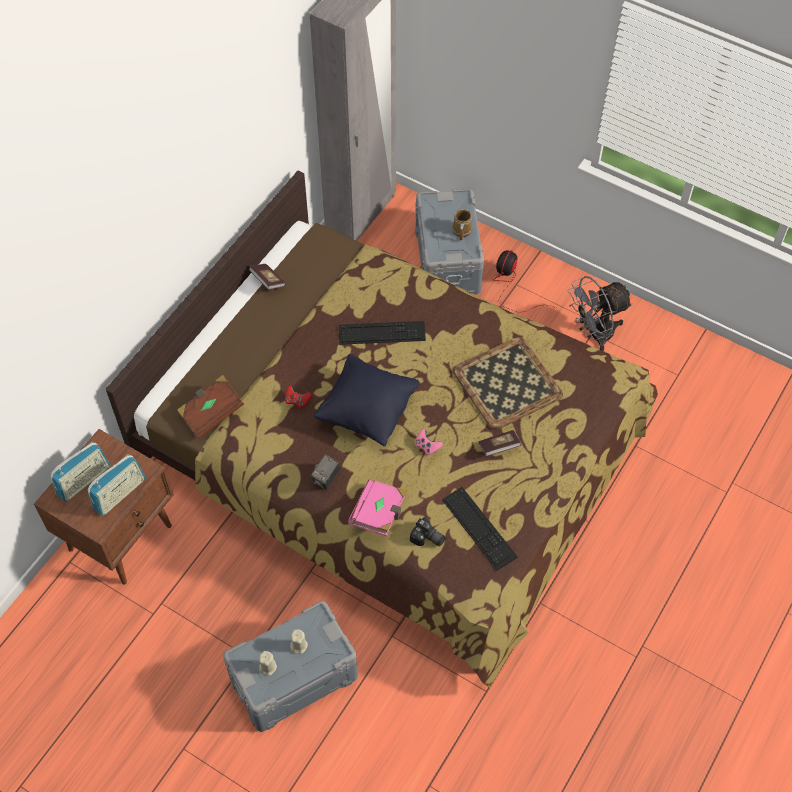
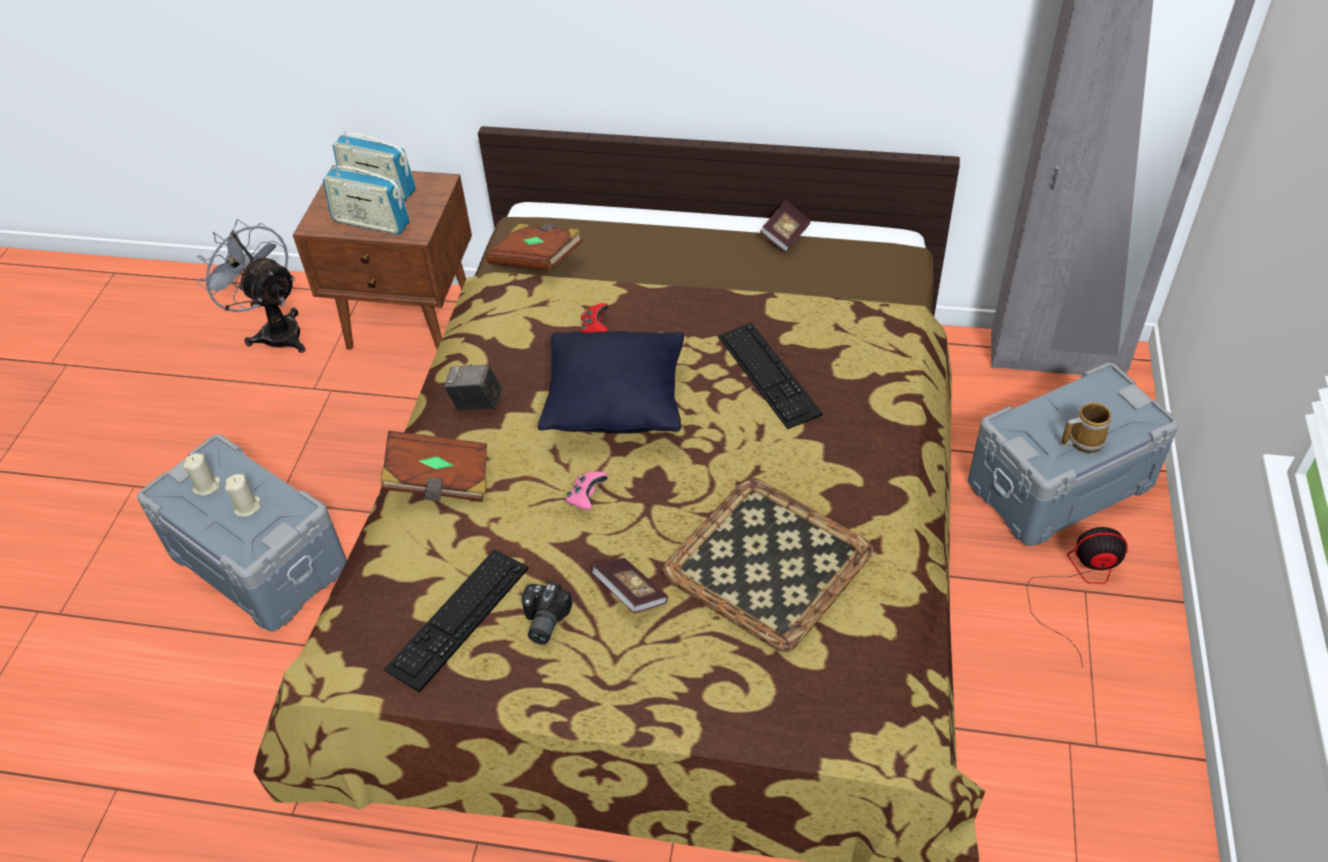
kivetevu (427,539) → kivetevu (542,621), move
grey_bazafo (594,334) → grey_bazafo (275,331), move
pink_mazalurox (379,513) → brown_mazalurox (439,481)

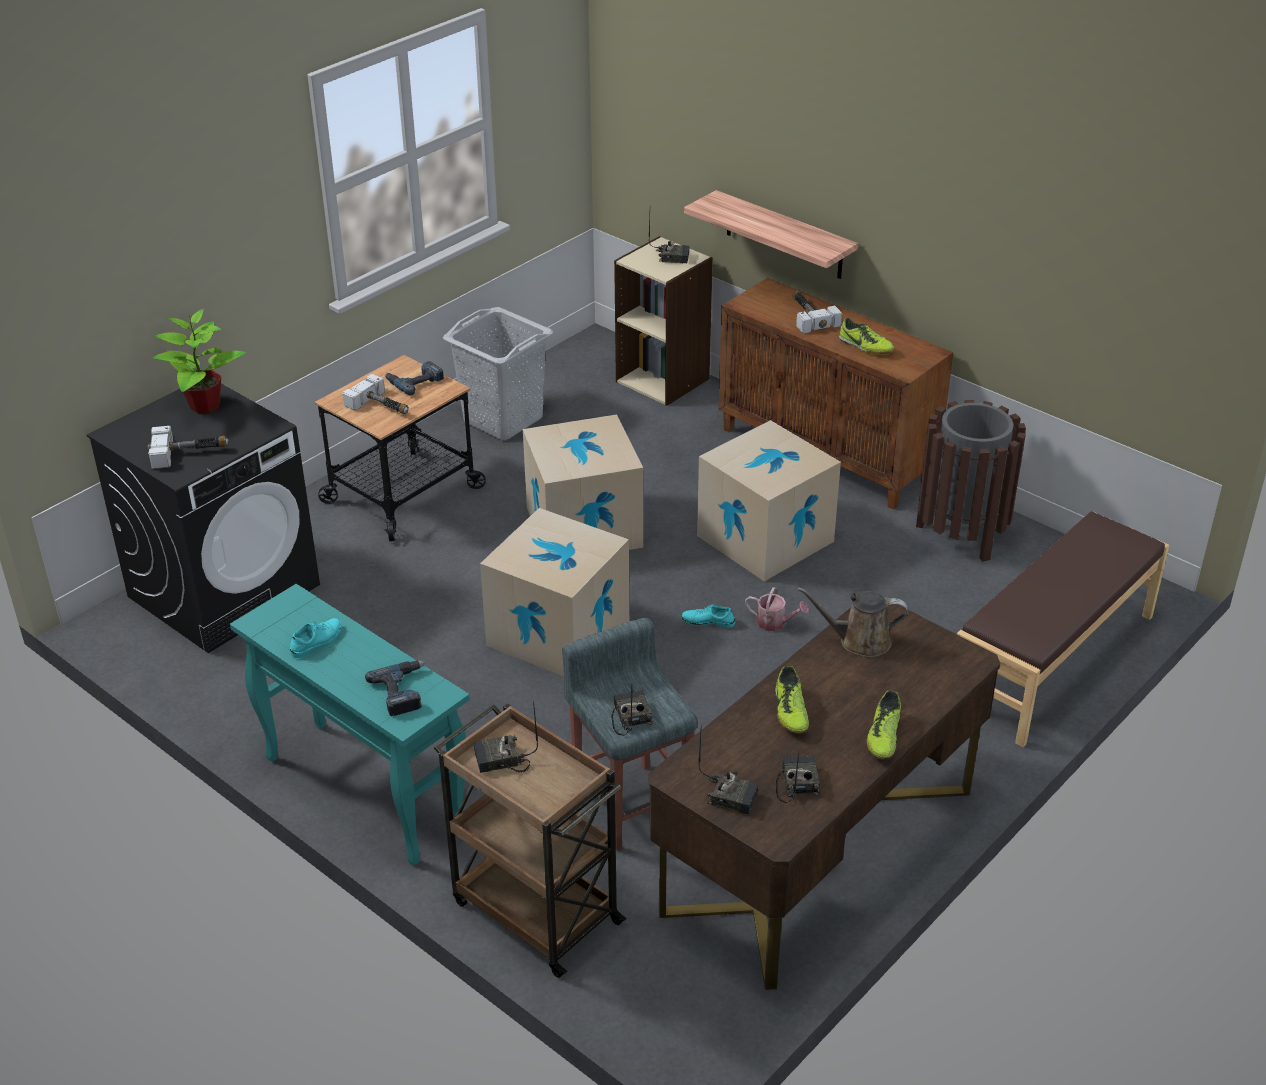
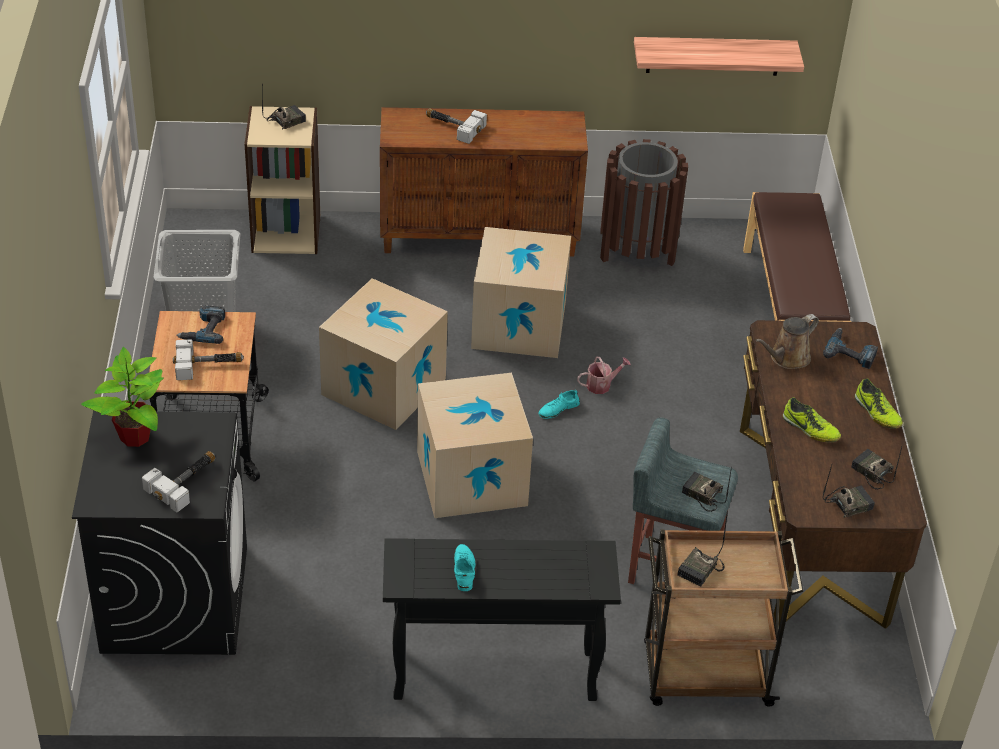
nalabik (865,347) → -
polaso (402,691) → polaso (850,352), move
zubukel (784,235) → zubukel (713,56), move
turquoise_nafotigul (363,790) → black_nafotigul (492,675)

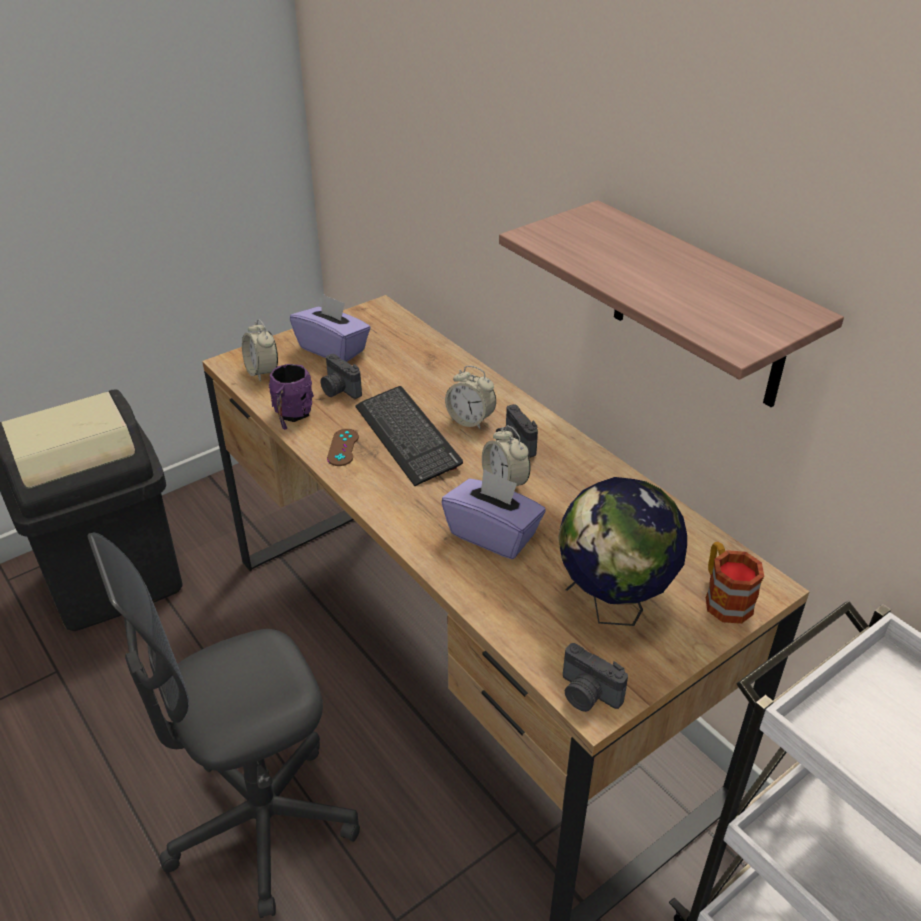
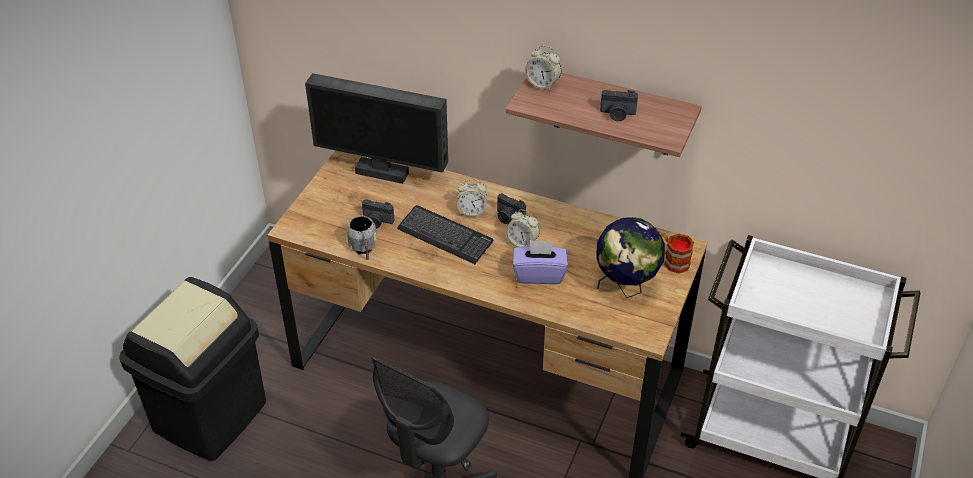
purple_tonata (333,349) → -
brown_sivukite (343,447) → -
- → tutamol (382,172)
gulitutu (262,372) → gulitutu (542,84), move
kivetevu (587,695) → kivetevu (617,114), move
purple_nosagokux (291,416) → grey_nosagokux (363,249)

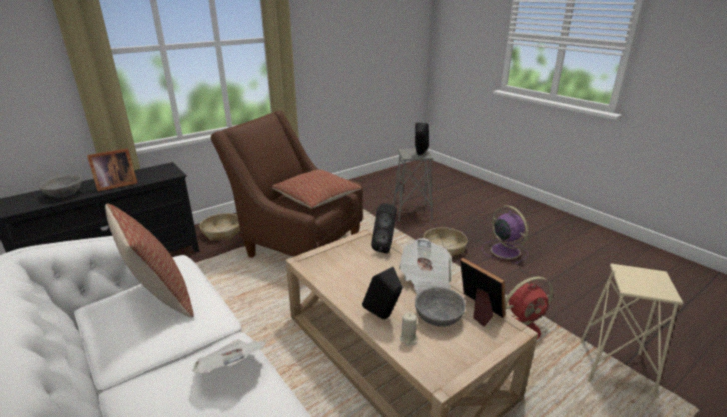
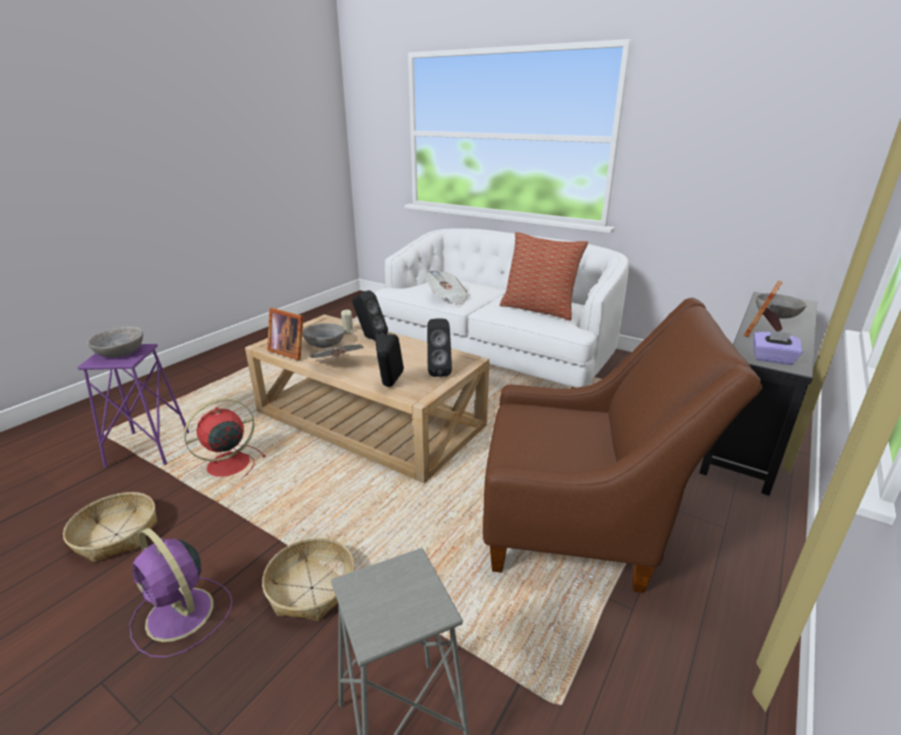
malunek (317,198) → -
- → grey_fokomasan (121,352)
- → purple_tonata (772,359)
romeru (222,232) → romeru (116,534), move
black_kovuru (420,155) → black_kovuru (438,371), move
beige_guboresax (615,368) → purple_guboresax (149,449)

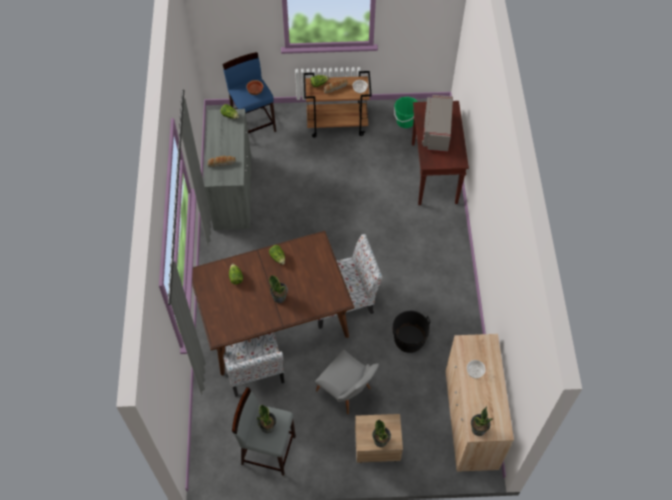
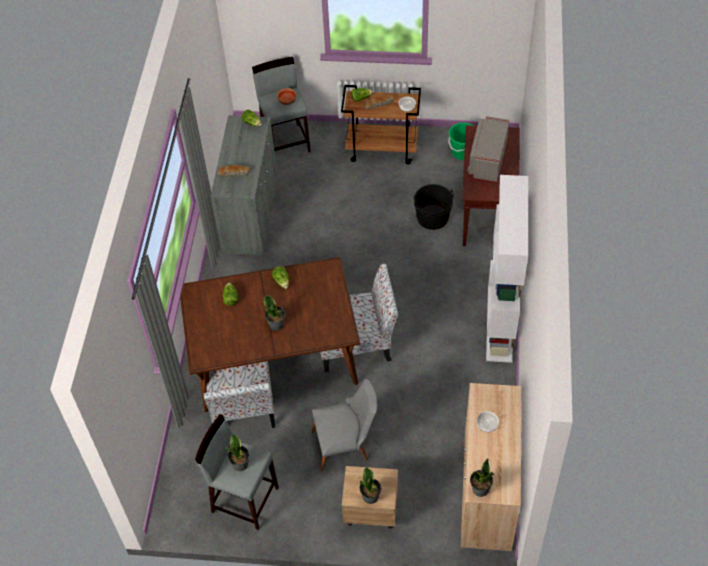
- → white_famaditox (500,323)
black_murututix (409,339) → black_murututix (432,217), move
blue_guboresax (253,124) → grey_guboresax (286,142)
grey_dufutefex (347,392) → grey_dufutefex (346,446), 60 degrees counterclockwise

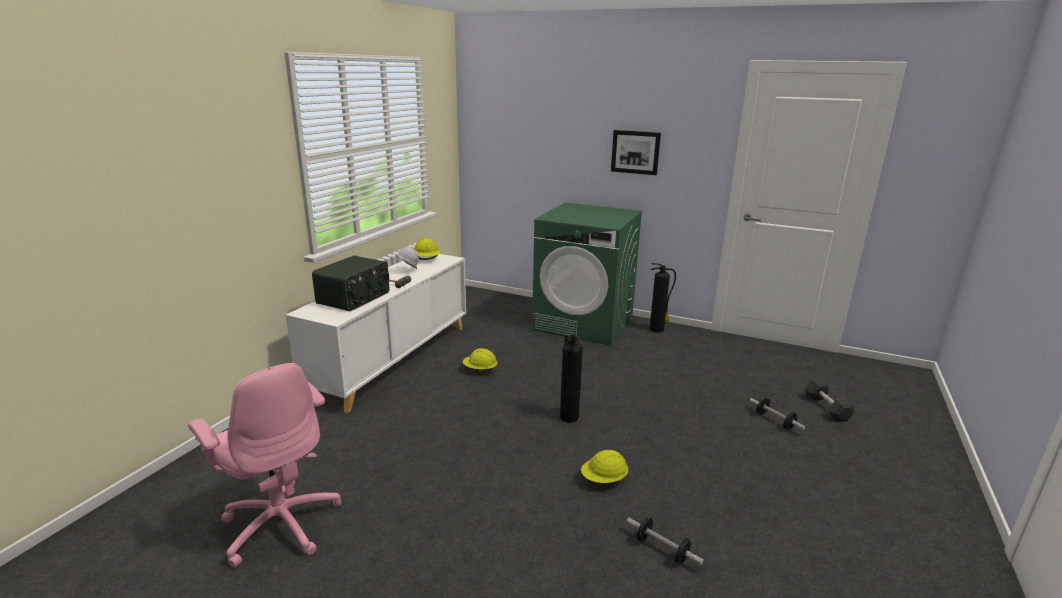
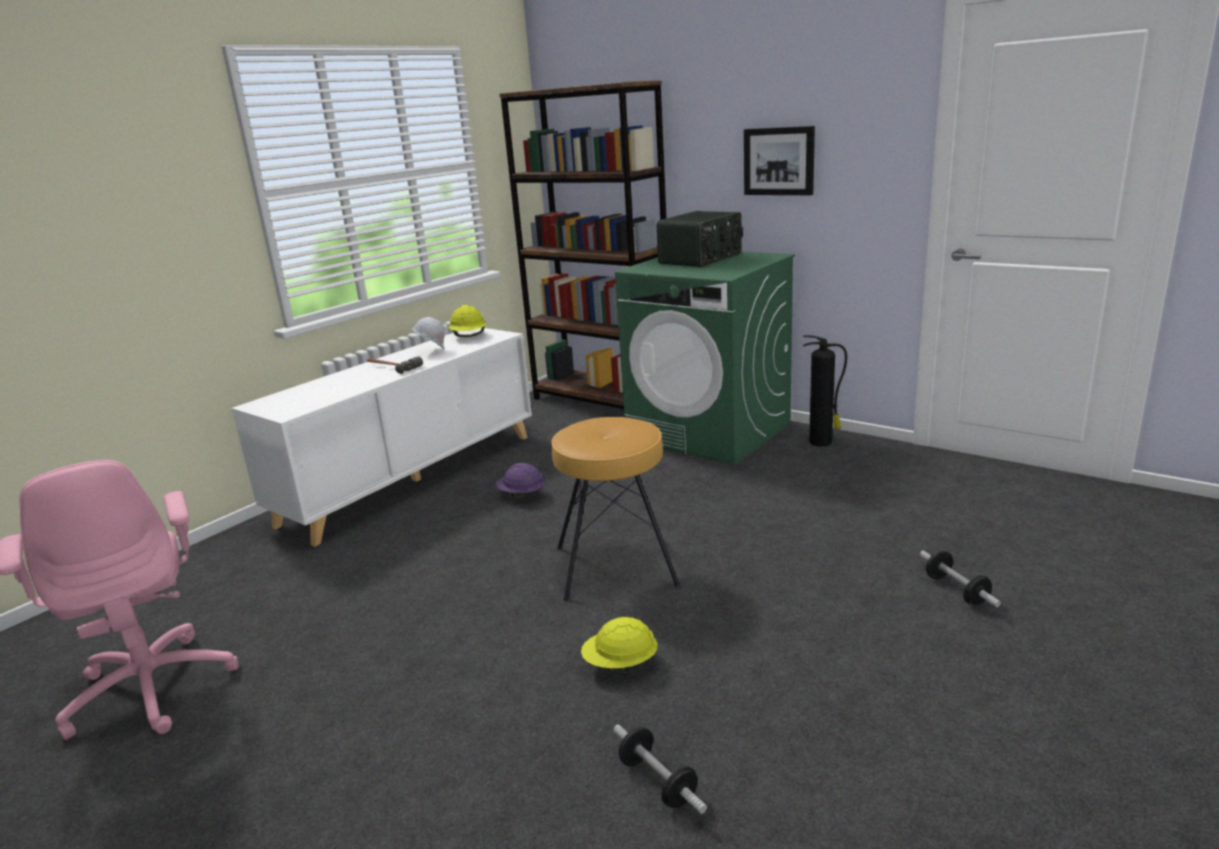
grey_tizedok (826,408) → -
- → brown_famaditox (602,400)
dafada (354,298) → dafada (701,259), move
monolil (568,416) → brown_guboresax (615,566)
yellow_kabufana (480,370) → purple_kabufana (521,495)

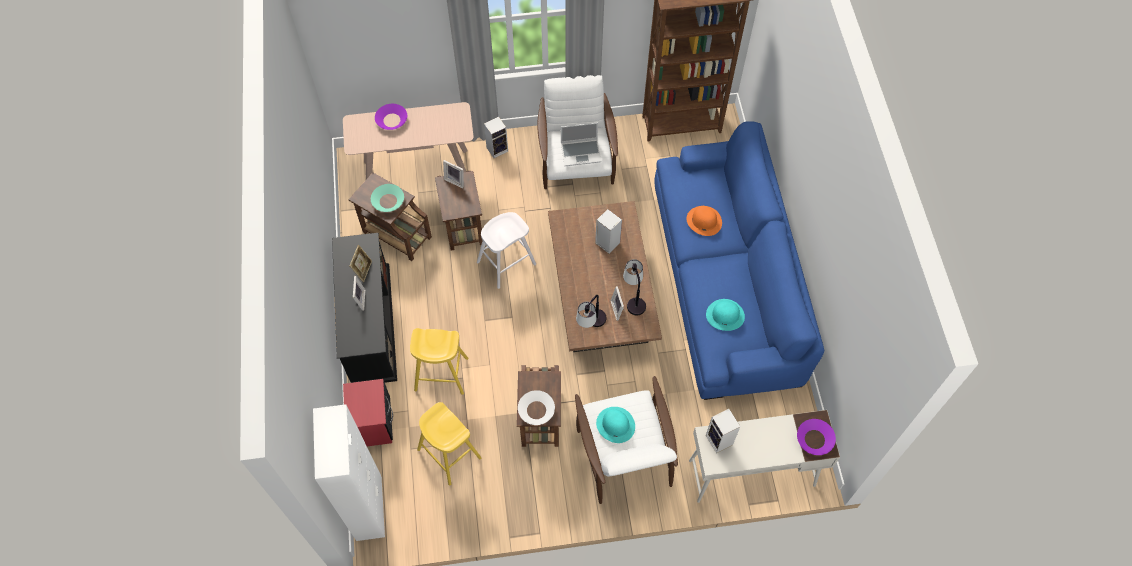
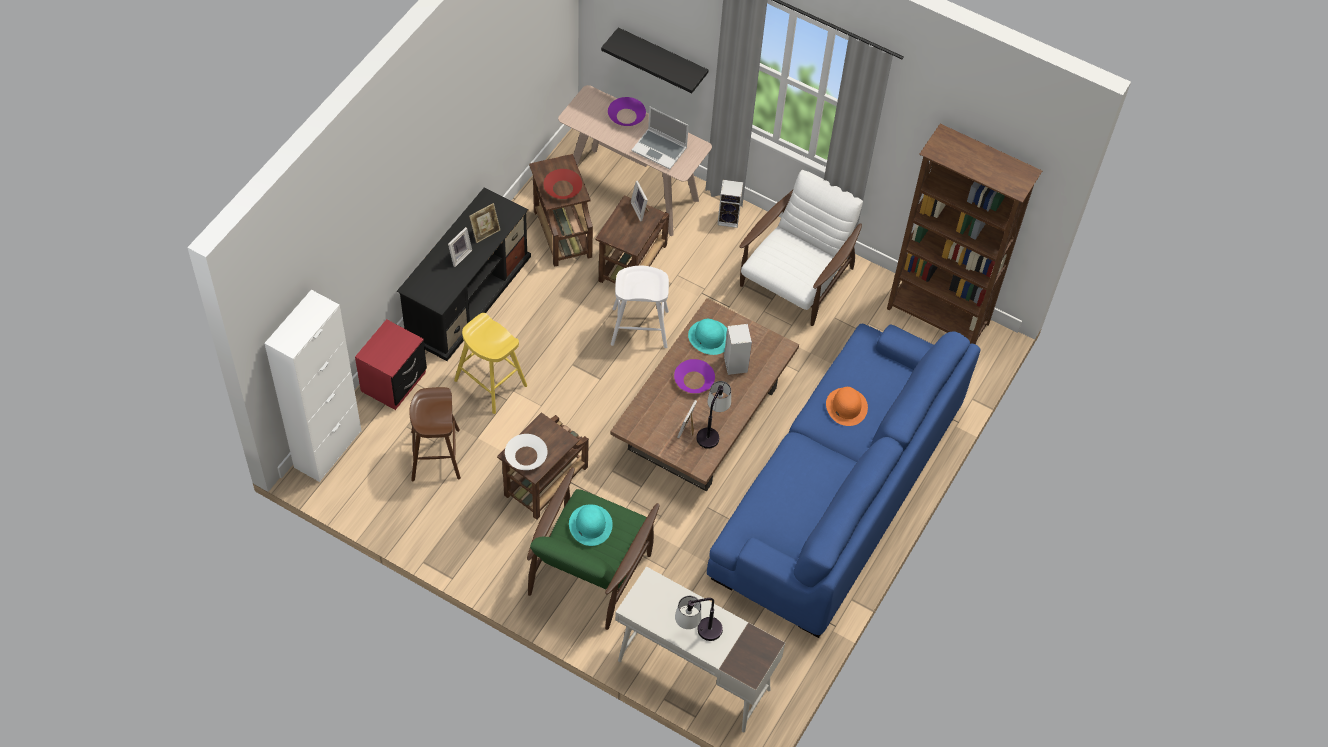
kovuru (720,440) → -
- → black_zubukel (662,58)
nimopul (581,152) → nimopul (660,149), move
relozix (591,325) → relozix (698,633), move
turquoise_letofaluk (725,315) → turquoise_letofaluk (709,337), move
purple_fokomasan (814,439) → purple_fokomasan (694,380), move
turquoise_fokomasan (388,201) → red_fokomasan (563,188)
yellow_guboresax (449,454) → brown_guboresax (435,455)
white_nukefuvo (624,454) → green_nukefuvo (590,570)

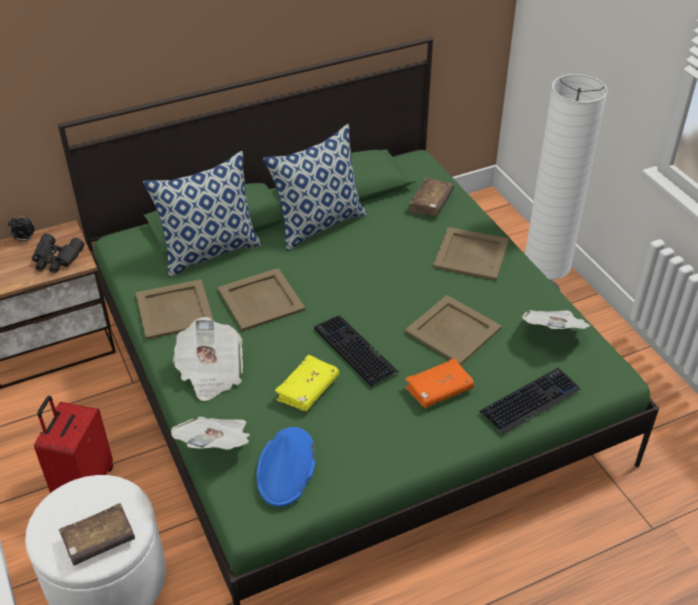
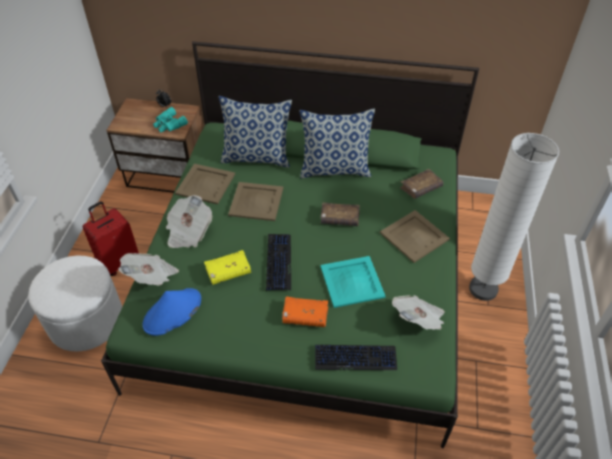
brown_mazalurox (99,540) → brown_mazalurox (339,218), move
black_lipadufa (56,259) → turquoise_lipadufa (168,124)
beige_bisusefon (453,331) → turquoise_bisusefon (351,282)

